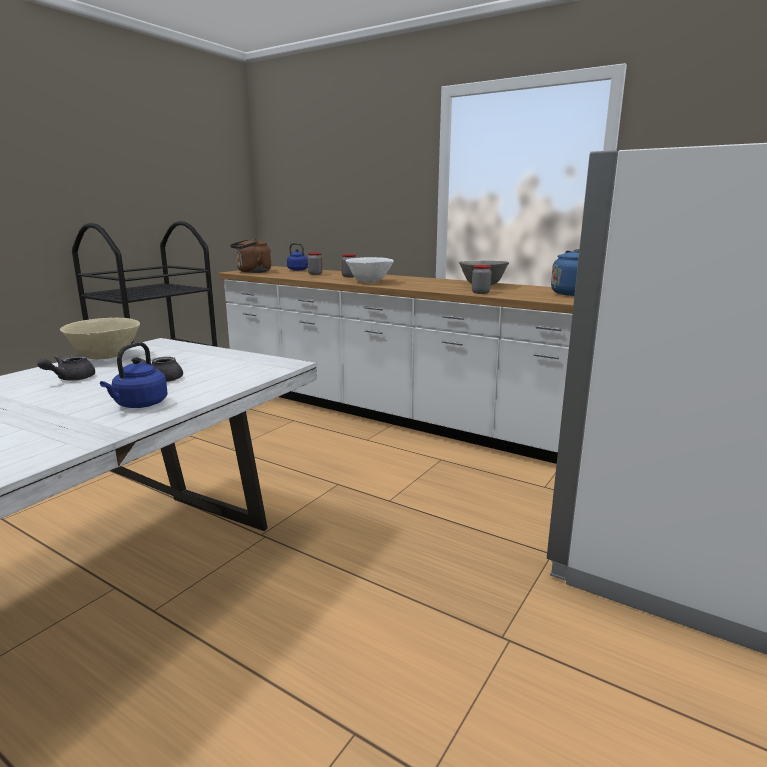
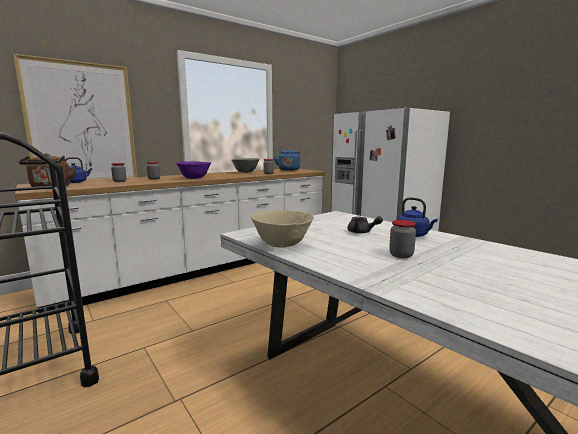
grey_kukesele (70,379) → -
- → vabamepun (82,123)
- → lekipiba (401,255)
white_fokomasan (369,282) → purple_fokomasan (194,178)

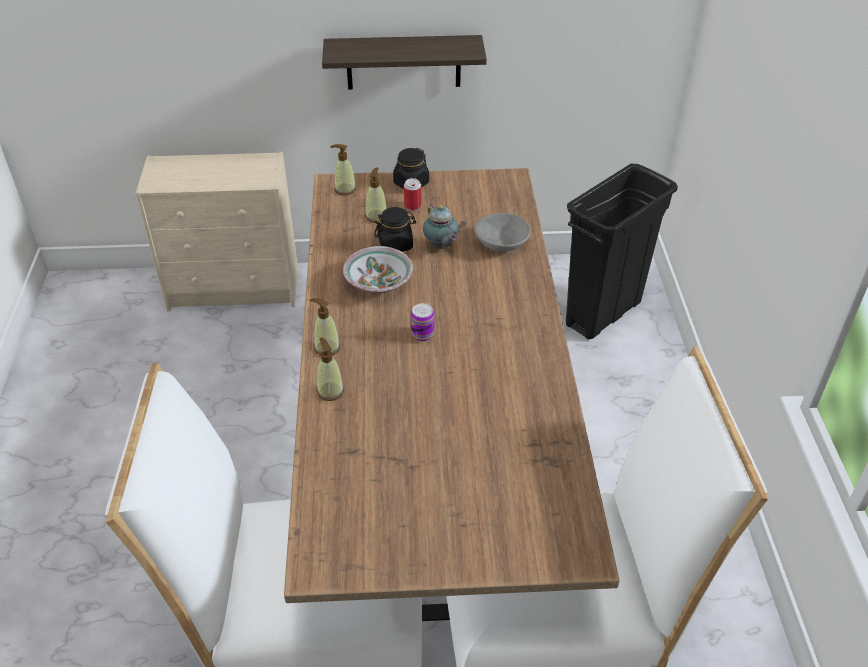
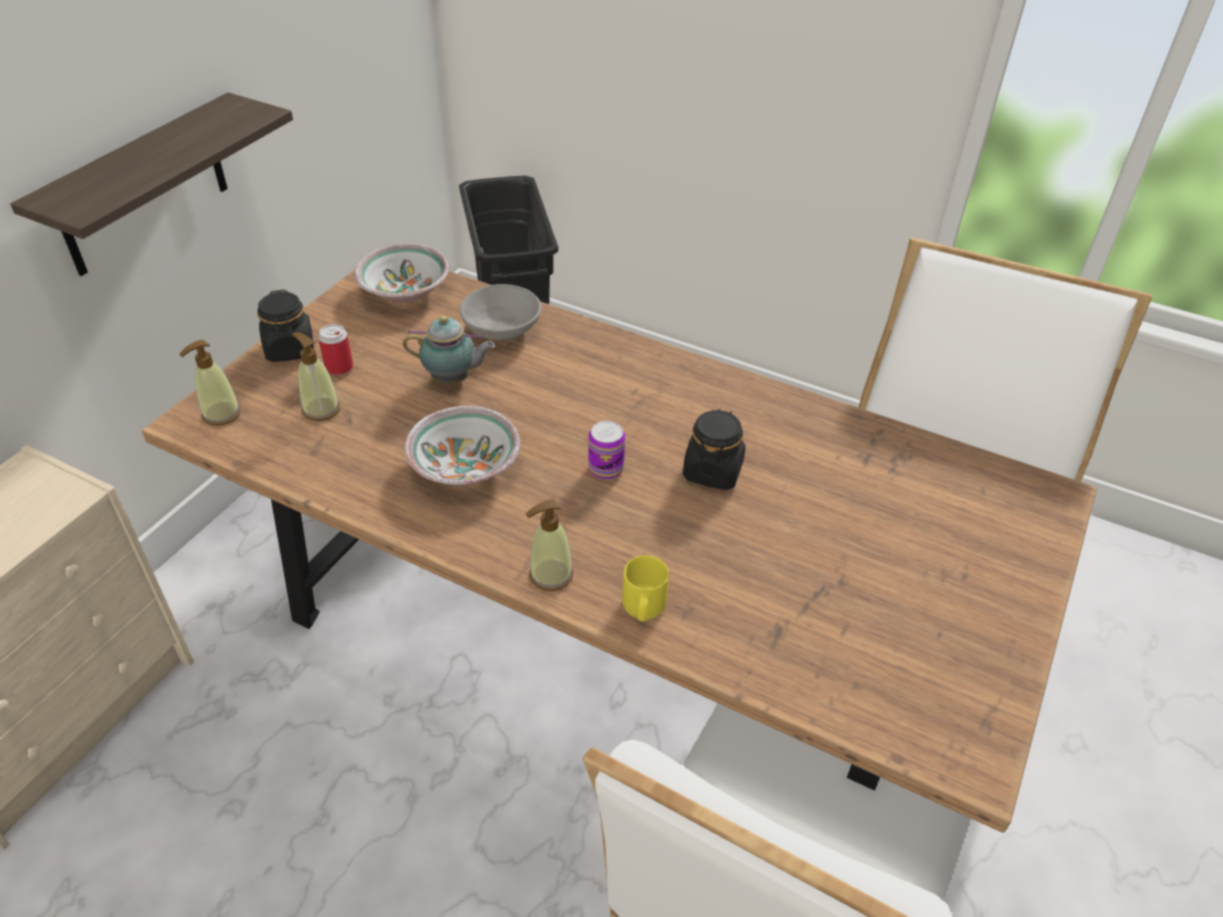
- → fokomasan (405,290)
black_lekipiba (395,244) → black_lekipiba (712,471), move
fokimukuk (330,391) → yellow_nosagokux (643,607)

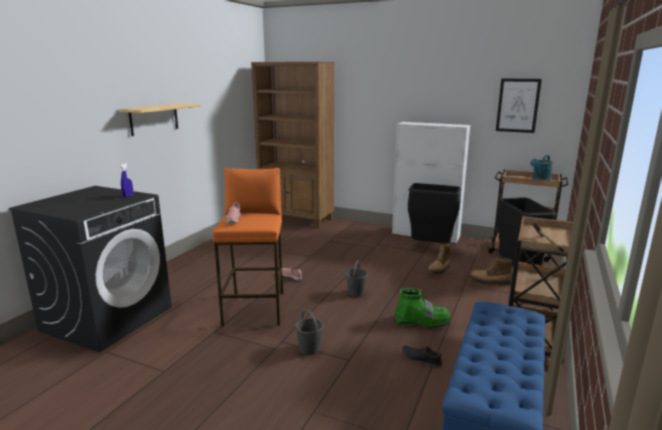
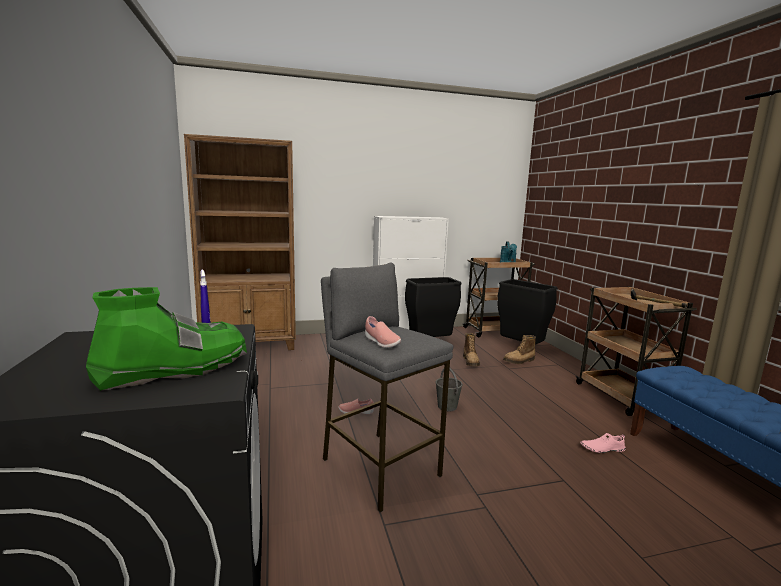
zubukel (154,119) → -
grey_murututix (310,349) → -
vabamepun (517,105) → -
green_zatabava (422,321) → green_zatabava (174,369), move
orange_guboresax (255,308) → grey_guboresax (380,467)
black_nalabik (421,359) → pink_nalabik (602,448)

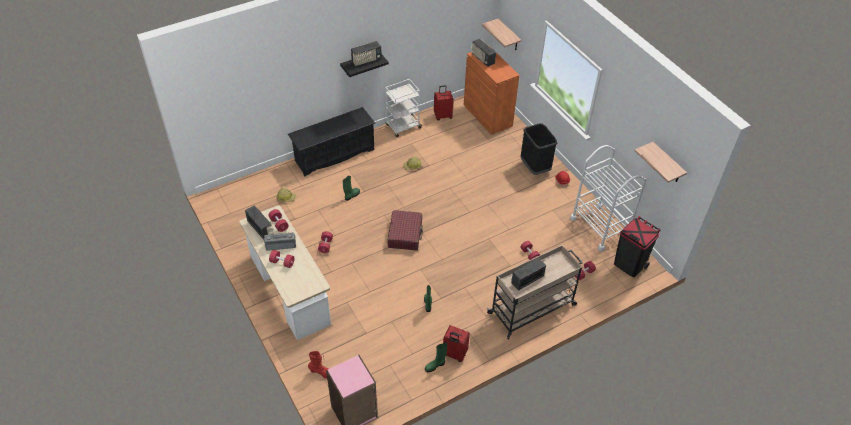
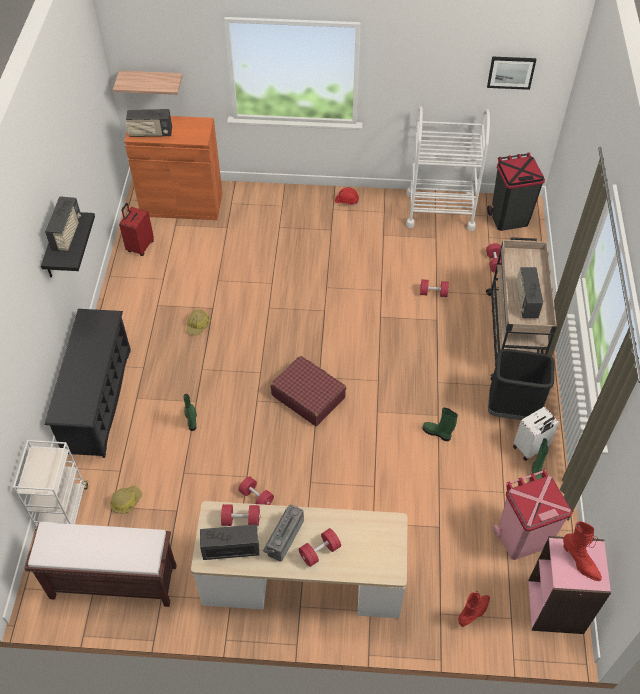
- → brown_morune (112,582)
- → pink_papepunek (522,538)
- → red_zatabava (580,562)
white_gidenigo (403,127) → white_gidenigo (63,509), move
black_papepunek (535,167) → black_papepunek (512,409), move
zubukel (667,163) → vabamepun (511,72)
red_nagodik (454,354) → white_nagodik (531,448)

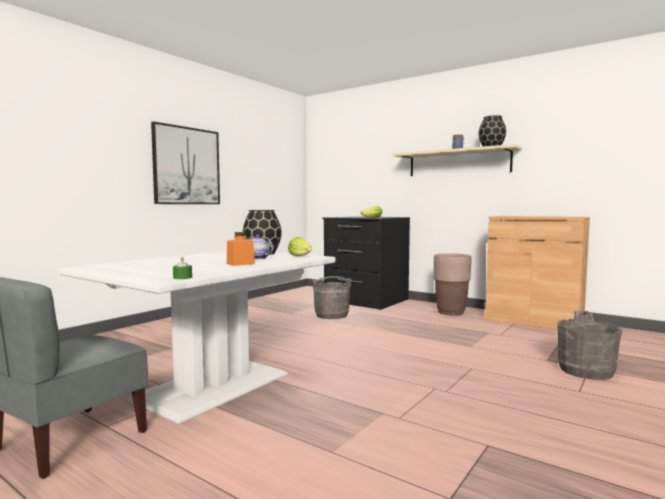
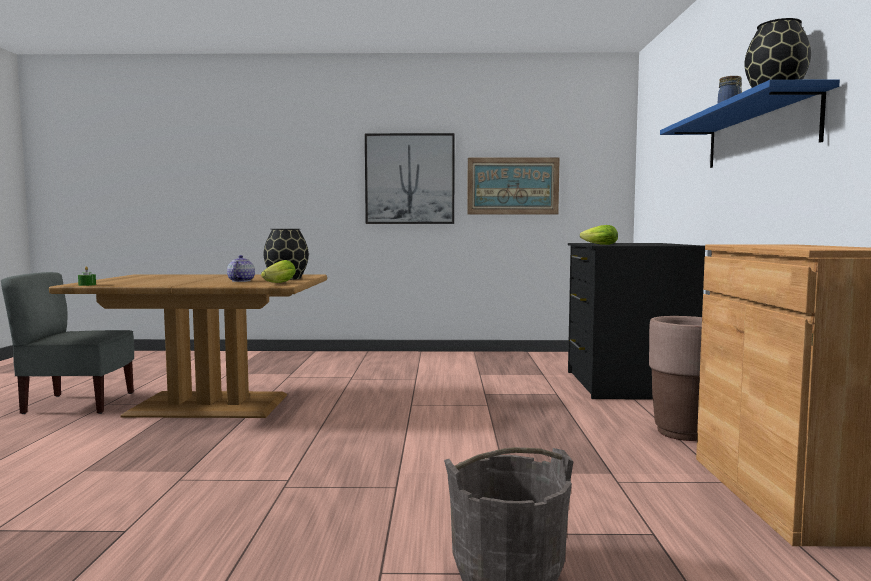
orange_lekipiba (240,264) → -
grey_murututix (331,315) → -
- → vabamepun (513,186)
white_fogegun (214,386) → brown_fogegun (208,406)
beige_zubukel (458,163) → blue_zubukel (758,133)

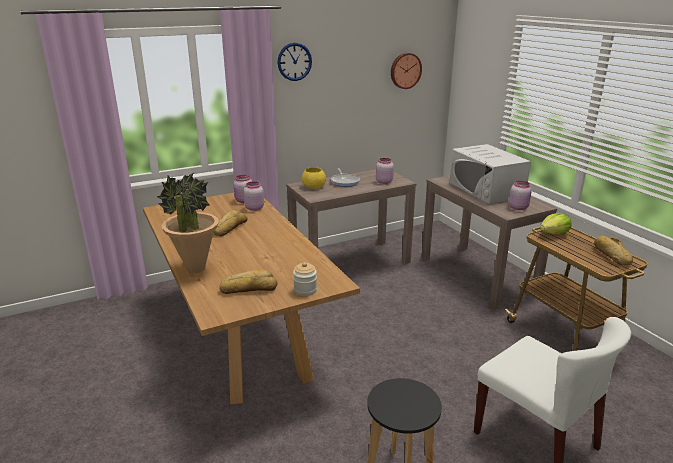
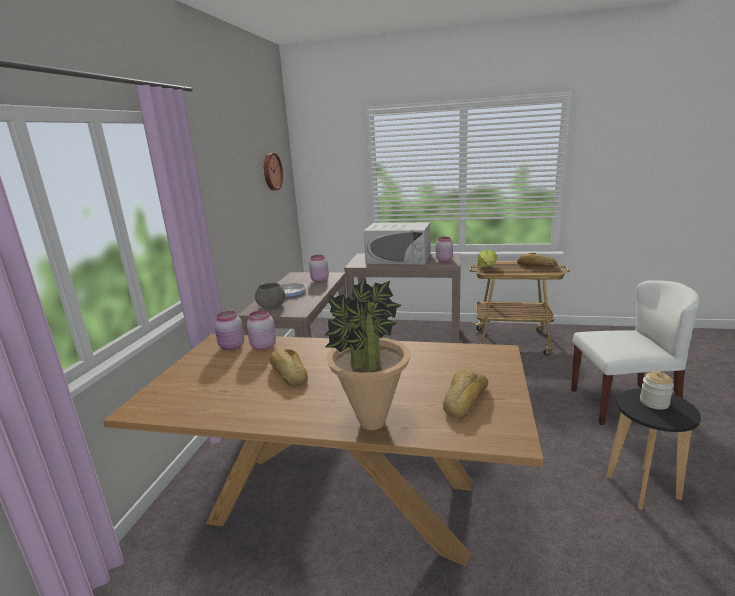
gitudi (294,62) → -
lekipiba (305,290) → lekipiba (654,402), move
yellow_fokomasan (314,187) → grey_fokomasan (272,306)

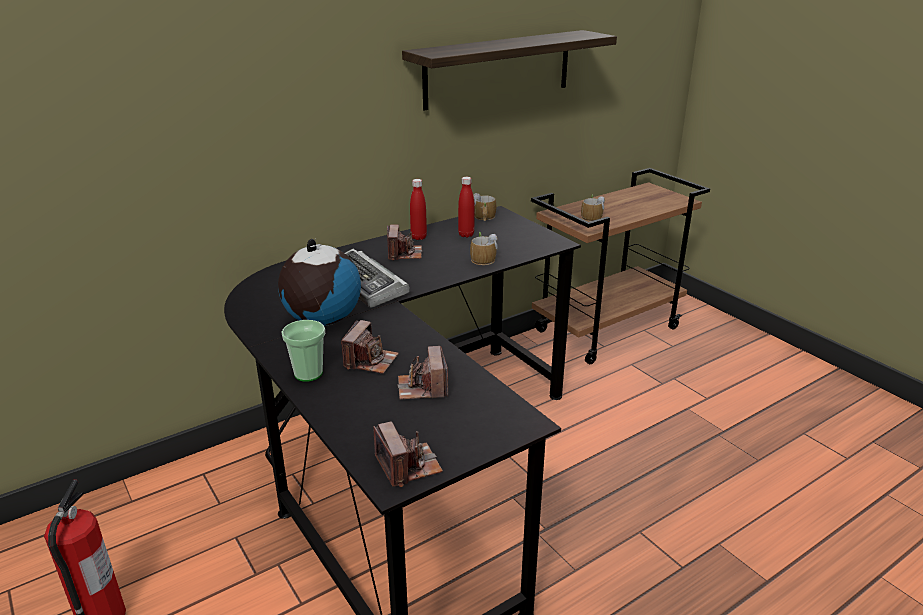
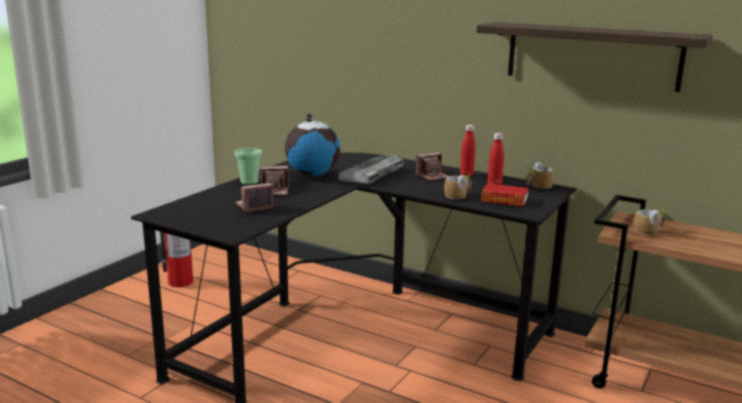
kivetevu (408,466) → -
- → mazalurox (504,200)

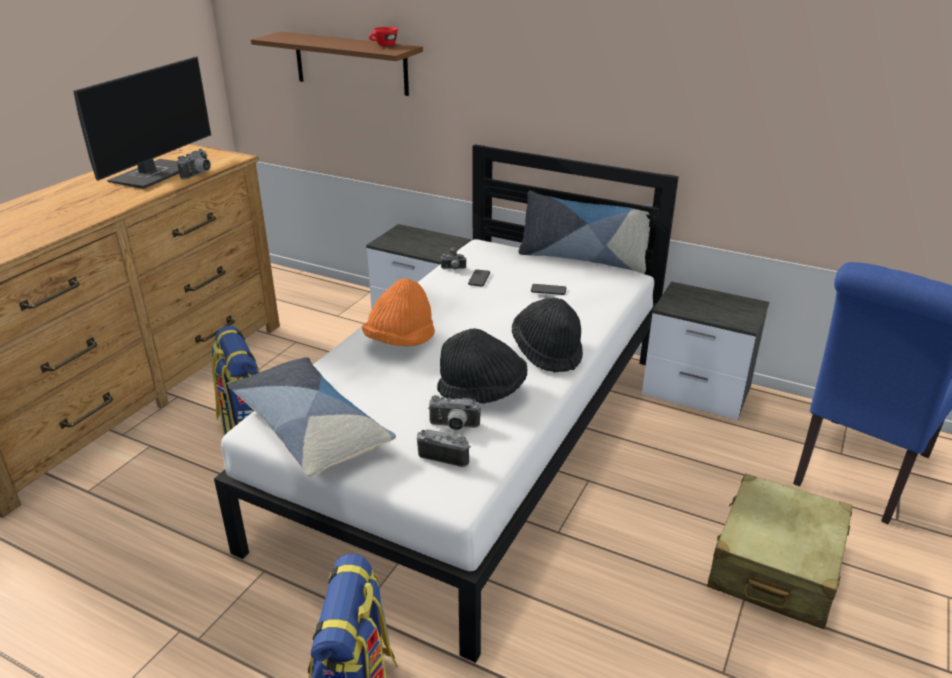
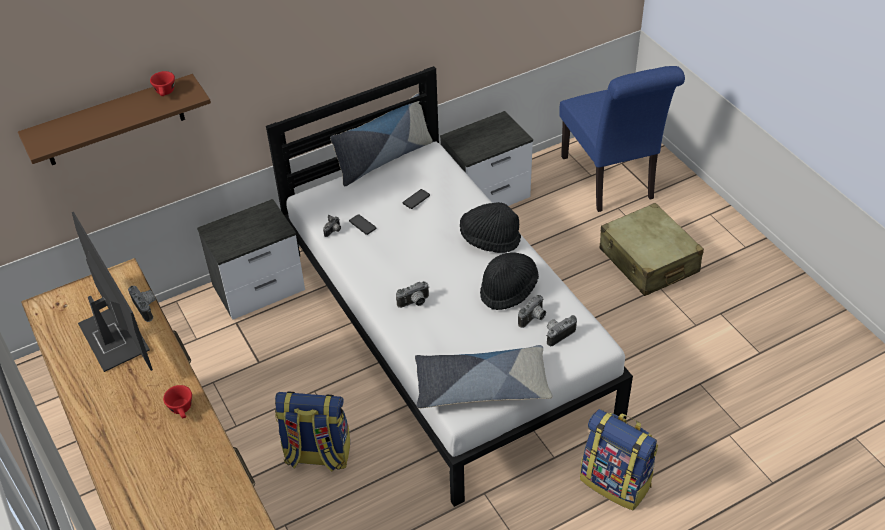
- → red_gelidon (182,410)
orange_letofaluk (400,341) → kivetevu (414,303)

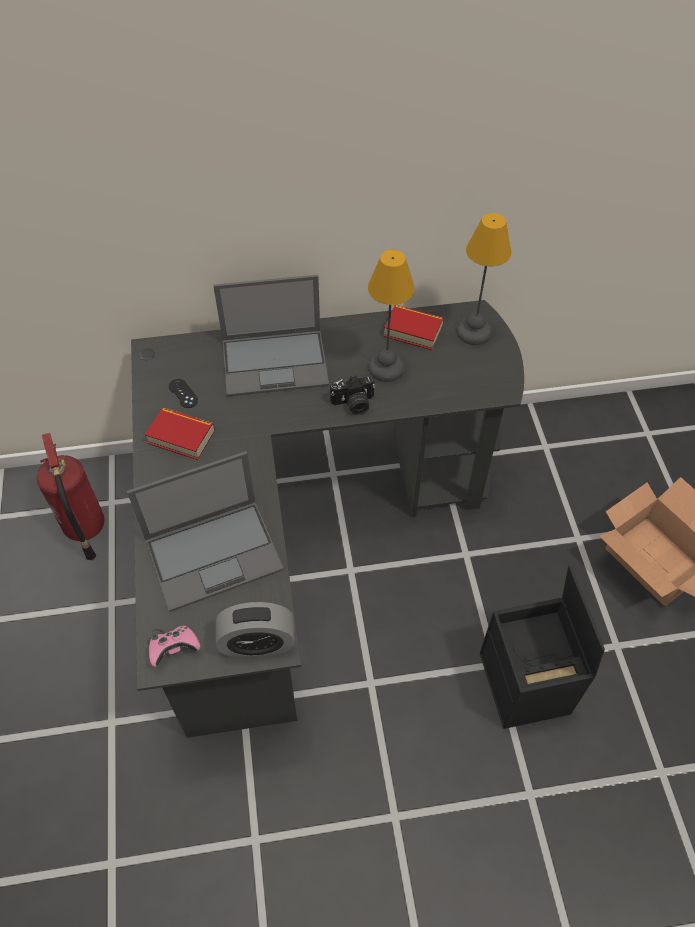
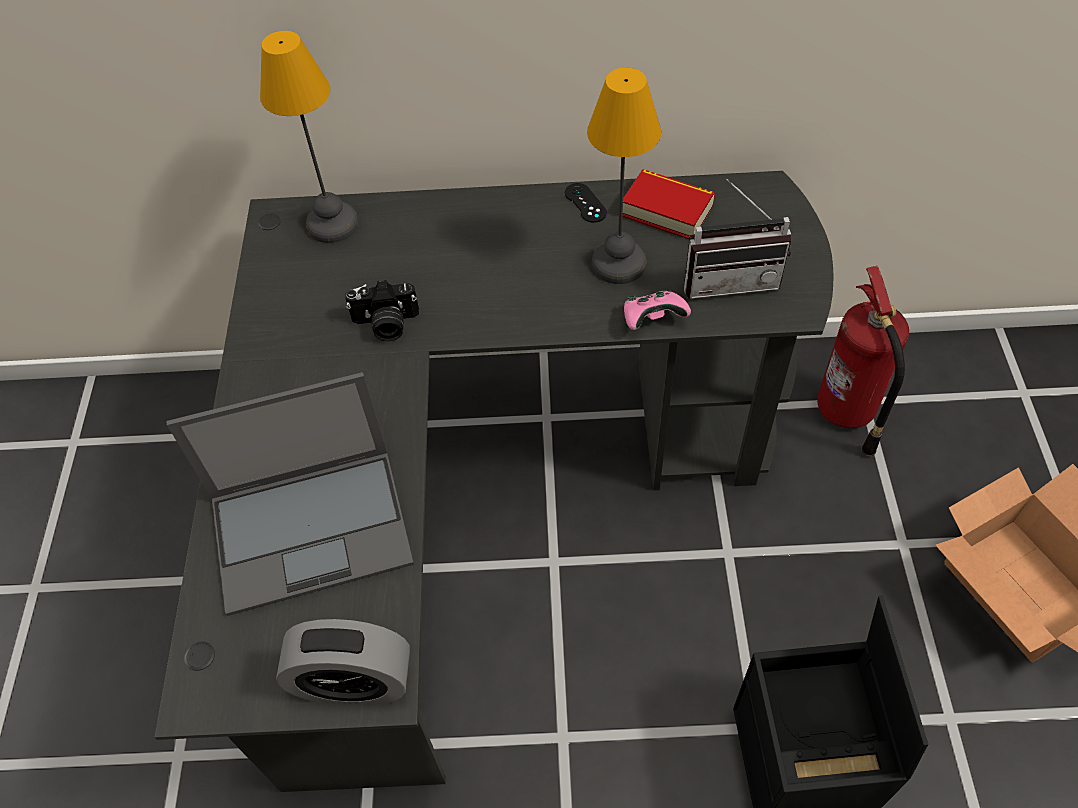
mazalurox (181,437) → -
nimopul (276,362) → -
- → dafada (730,279)
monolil (85,529) → monolil (846,413), move
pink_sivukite (175,649) → pink_sivukite (653,319), move
black_sivukite (183,393) → black_sivukite (585,203), move
kivetevu (354,404) → kivetevu (386,324), move
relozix (475,332) → relozix (334,224), move

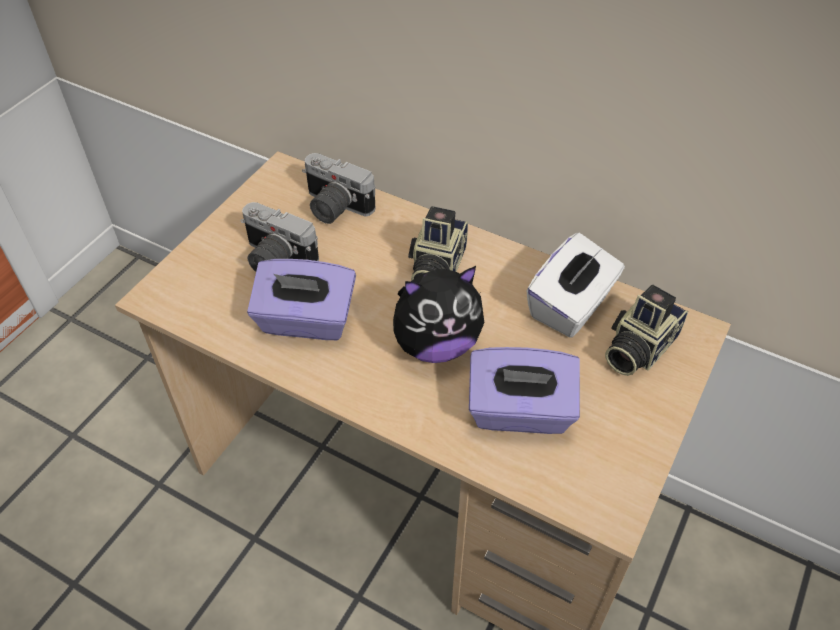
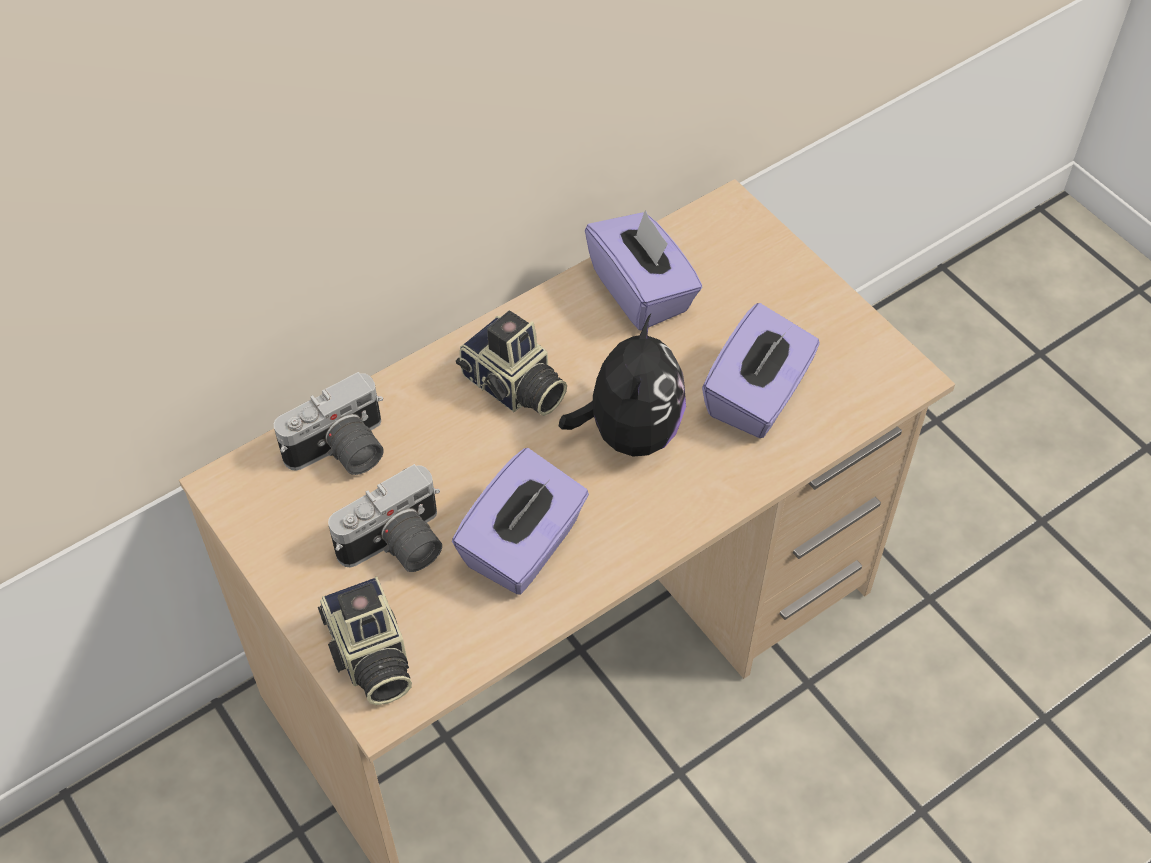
kivetevu (637,348) → kivetevu (369,657), move
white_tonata (571,306) → purple_tonata (642,291)

